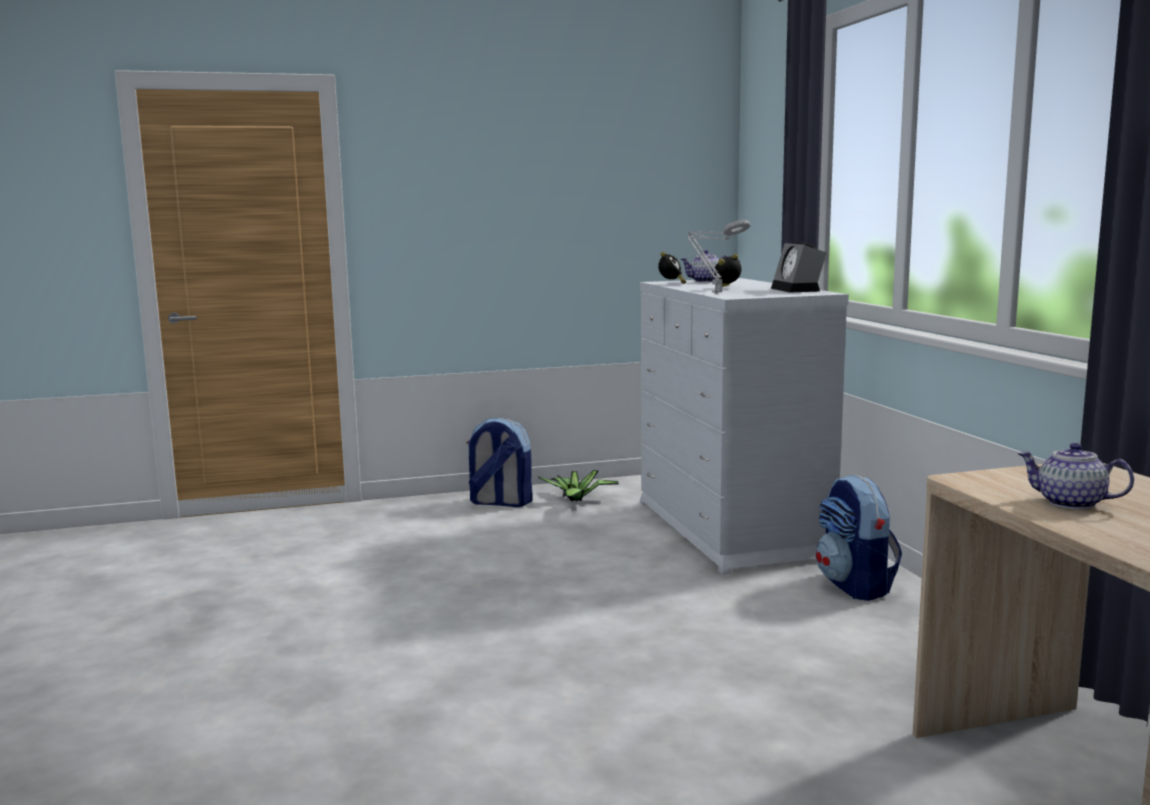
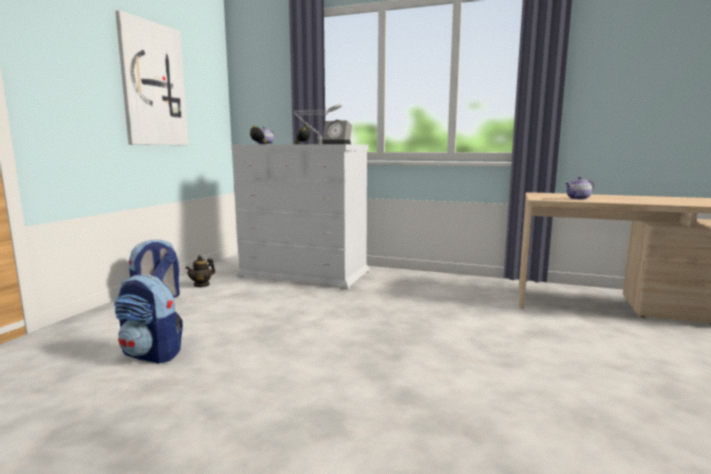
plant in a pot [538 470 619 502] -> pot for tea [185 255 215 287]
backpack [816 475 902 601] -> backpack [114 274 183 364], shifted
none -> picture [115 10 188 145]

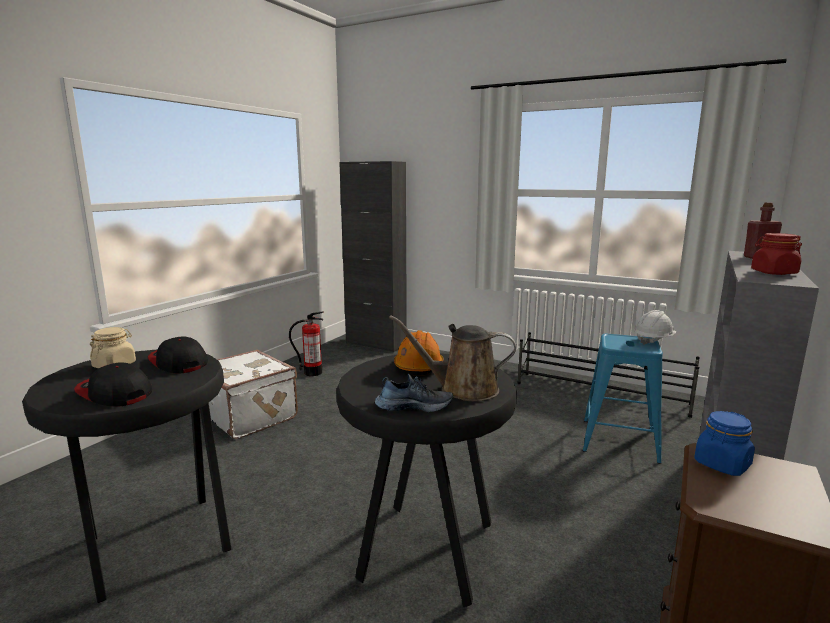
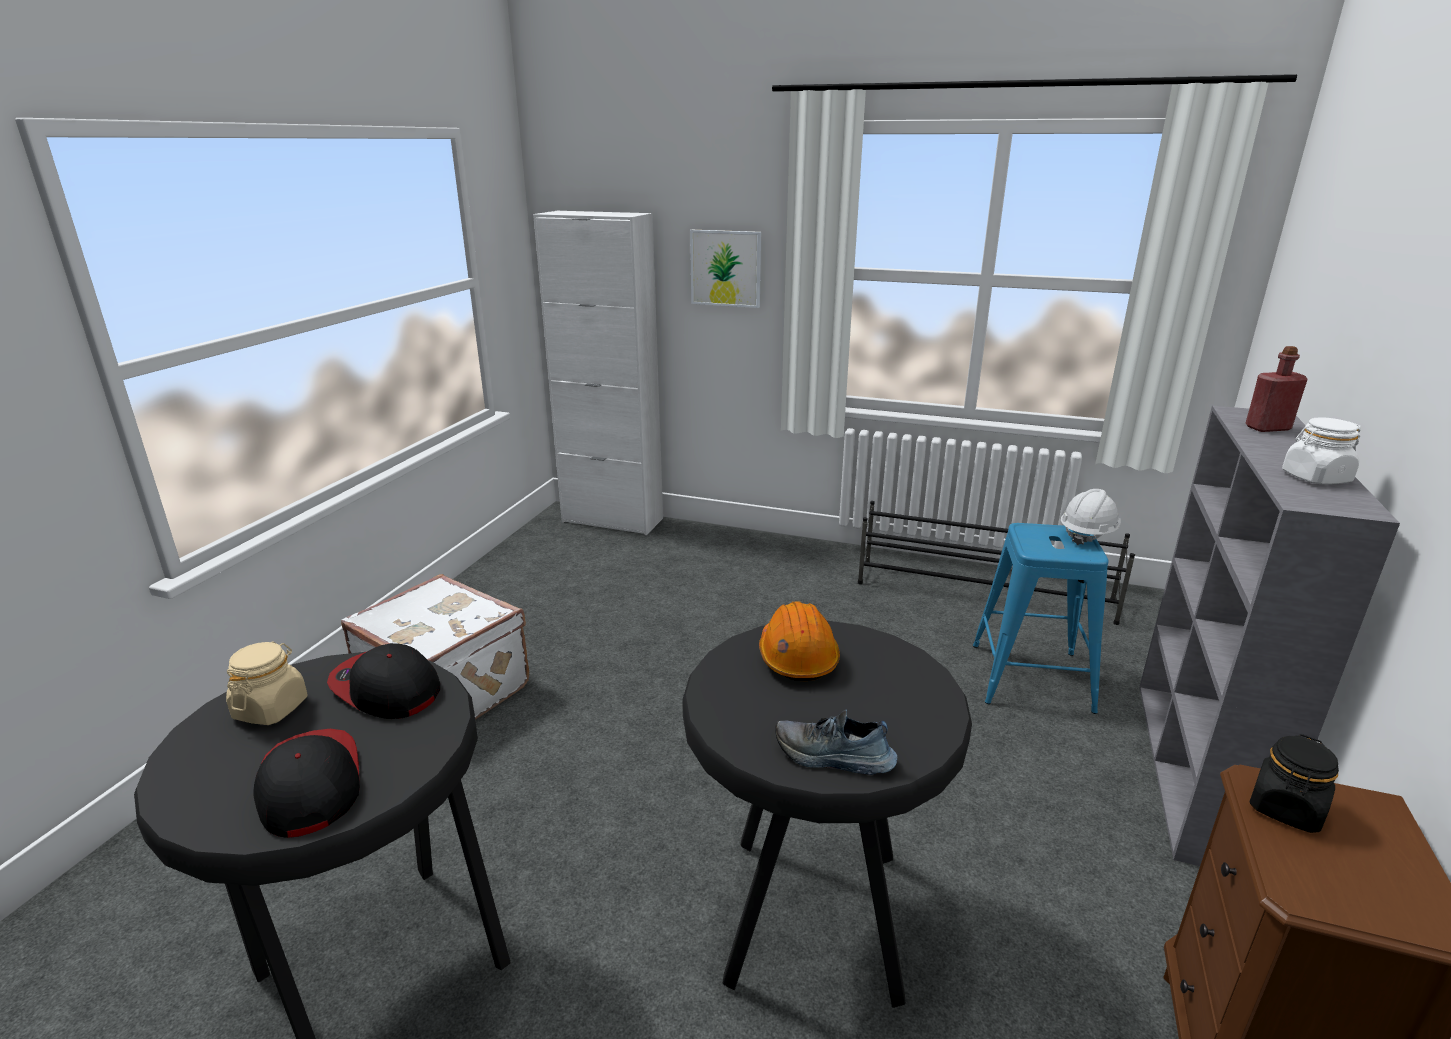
blackish storage cabinet [339 161 407 352] -> white-coloured storage cabinet [533 211 663 535]
red storage jar [751 233 802 275] -> white-coloured storage jar [1282 417 1361 485]
fire extinguisher [289 311 324 376] -> none
brownish sprinkling can [389 315 516 401] -> none
cap [74 362 152 407] -> cap [253 729 360 838], 45 degrees clockwise
low shoe [375 374 453 412] -> low shoe [775 709 898 775], 150 degrees counterclockwise
bluish storage jar [694 411 755 476] -> blackish storage jar [1249 734 1339 833]
none -> picture [690 230 761 308]

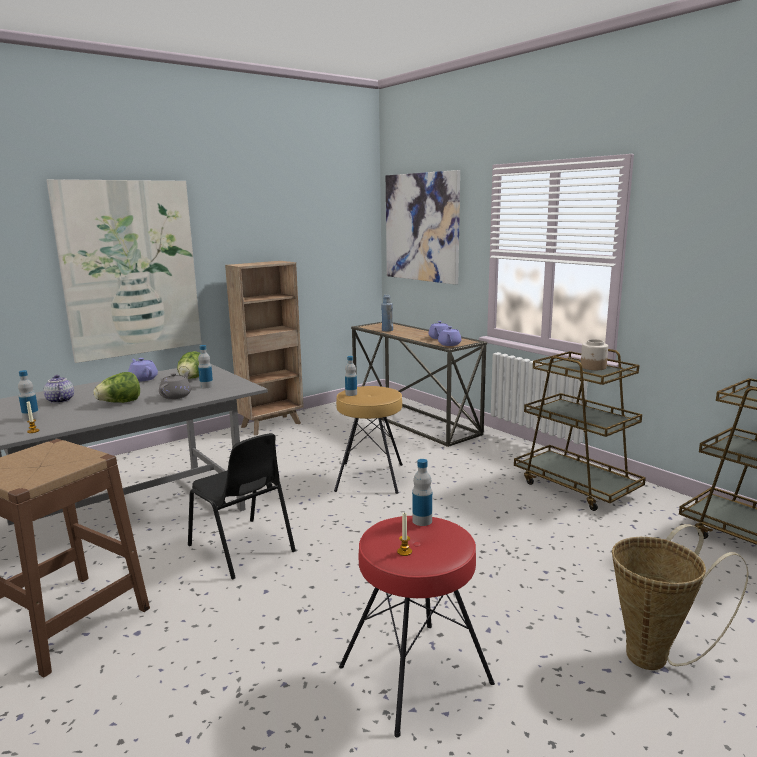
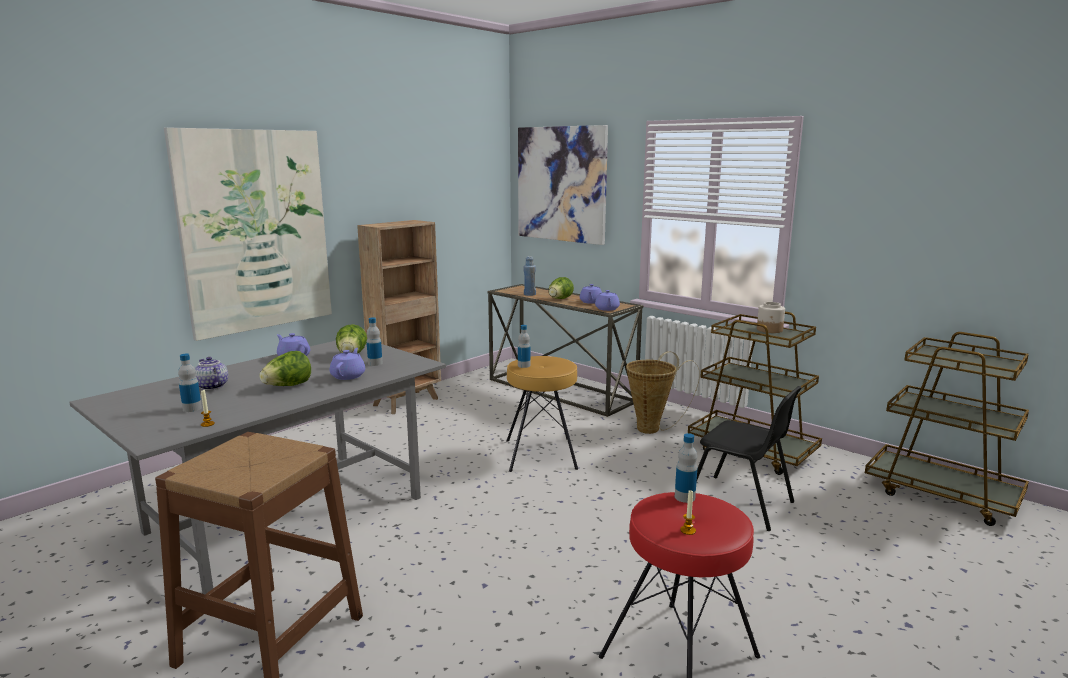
greyish pot for tea [159 372 191 399] -> purple-coloured pot for tea [330 348 365 380]
blackish plain chair [188 433 296 579] -> blackish plain chair [697 386 802 531], shifted
storage basket [612 524 749 670] -> storage basket [626 351 700 434], shifted
none -> lettuce [549 277 574 299]

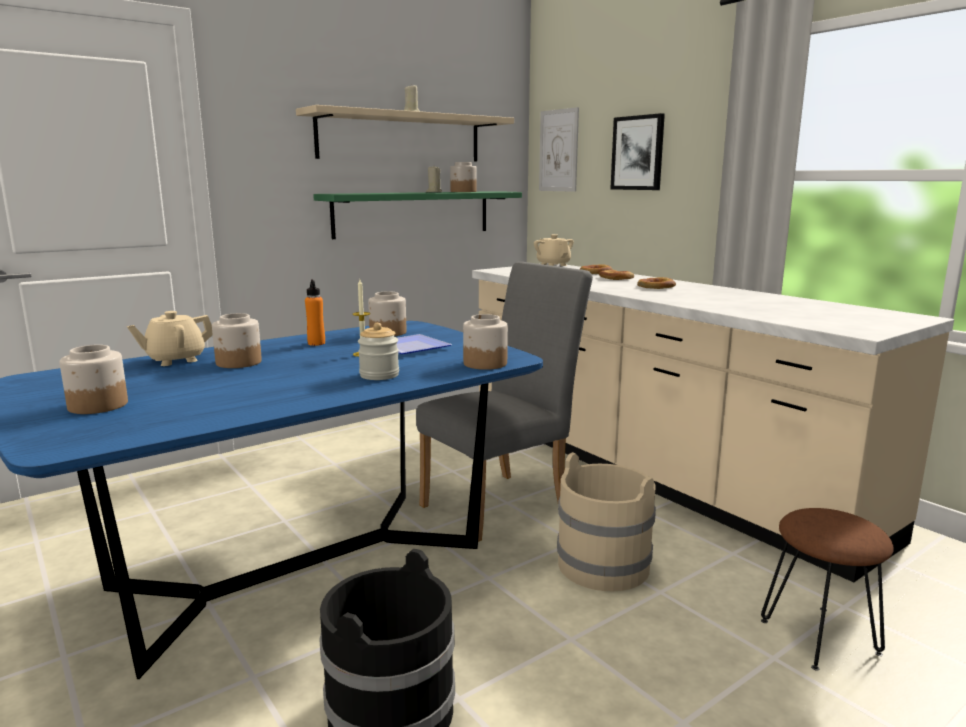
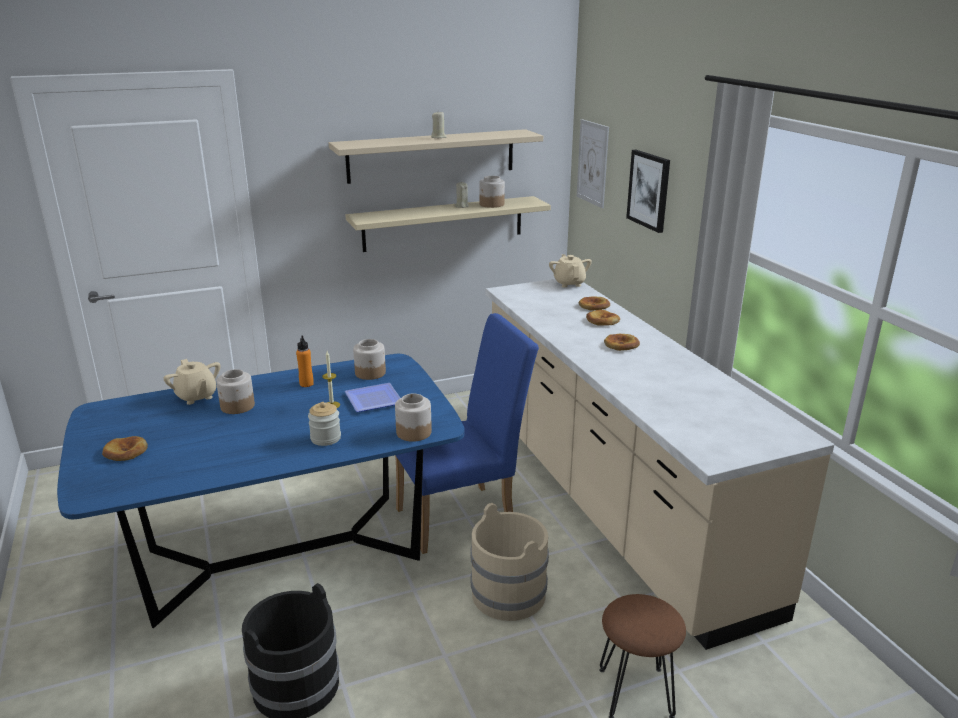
green-coloured bracket shelf [313 191 522 239] -> sand-coloured bracket shelf [346 196 551 252]
greyish plain chair [416 262 593 542] -> bluish plain chair [395 313 539 554]
sand-coloured pot for tea [127 311 213 366] -> sand-coloured pot for tea [163 359 221 405], 105 degrees counterclockwise
storage jar [60 345 128 414] -> bread [102 436 148 461]

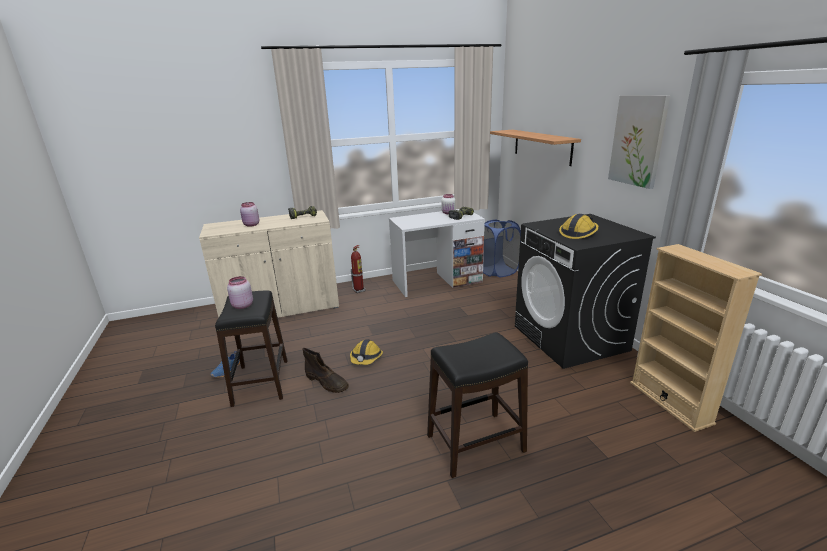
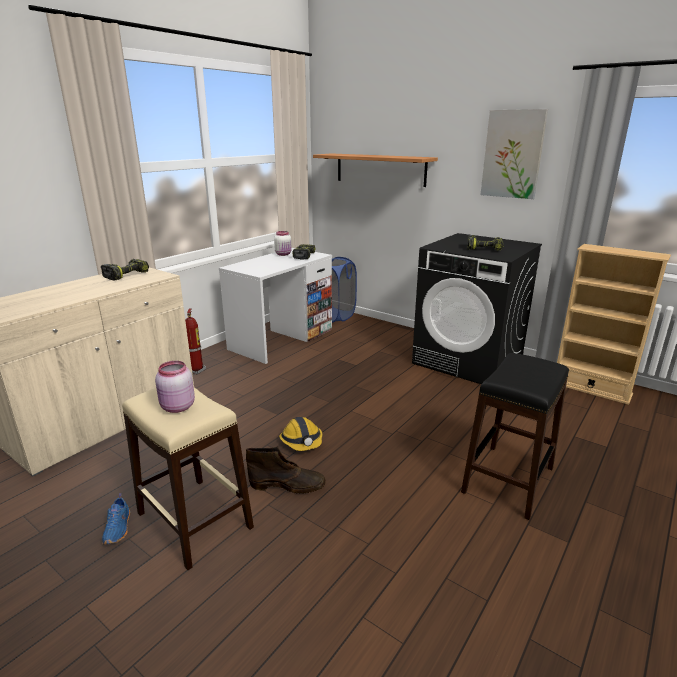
pink storage jar [240 202 259 227] -> none
hard hat [559 214 599 239] -> power drill [467 235 504 251]
blackish stool seat [215 290 288 407] -> sand-coloured stool seat [122 387 254 570]

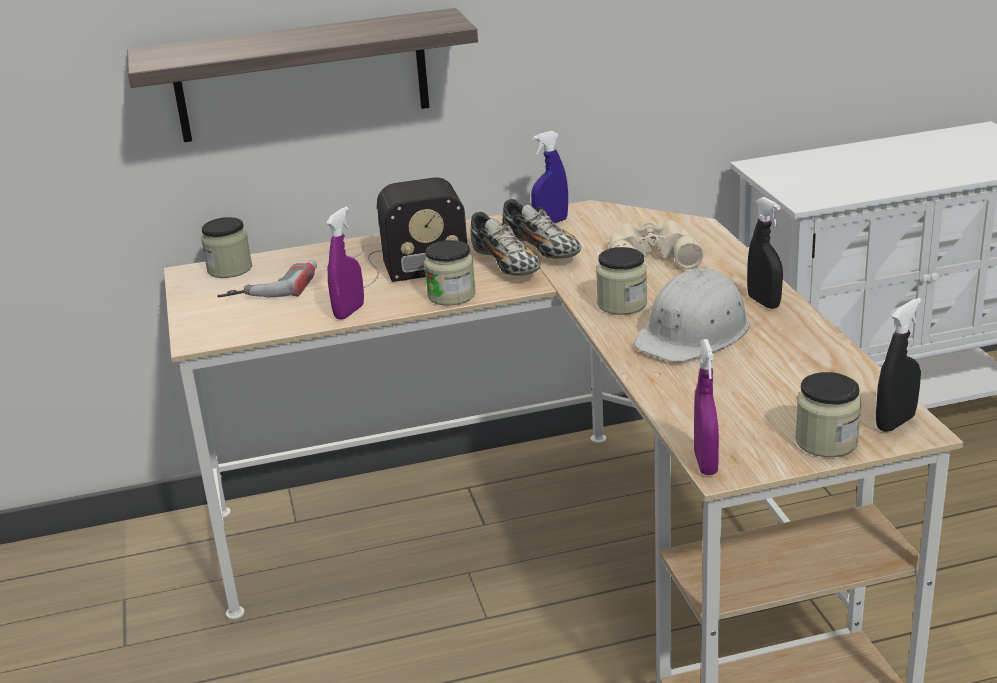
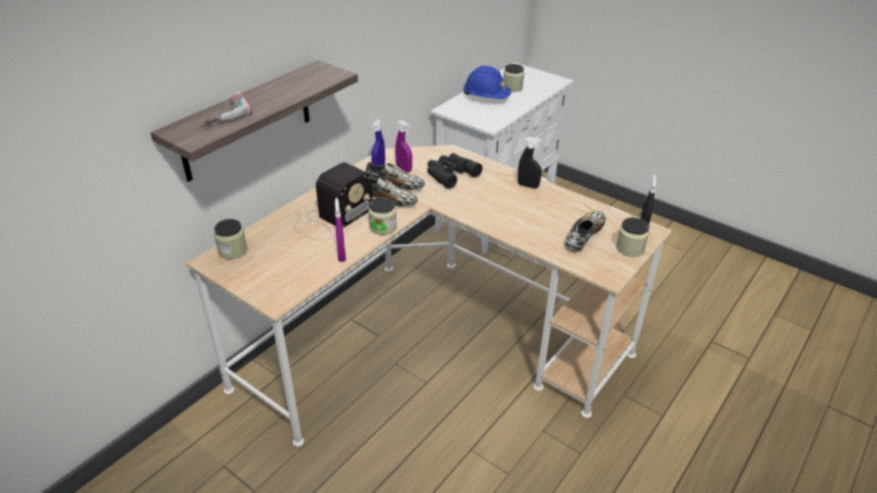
sand-coloured pair of binoculars [609 220 704 269] -> blackish pair of binoculars [427 153 483 189]
storage jar [596 247 647 315] -> storage jar [503 64 524 92], shifted
power drill [217 260 317 298] -> power drill [200 92 252 127], shifted
white-coloured hard hat [634 268 750 362] -> none
purple-coloured hand sprayer [694 339 719 475] -> purple-coloured hand sprayer [395 120 412 172], shifted
none -> bluish hard hat [463 66 511 99]
none -> low shoe [565 211 606 252]

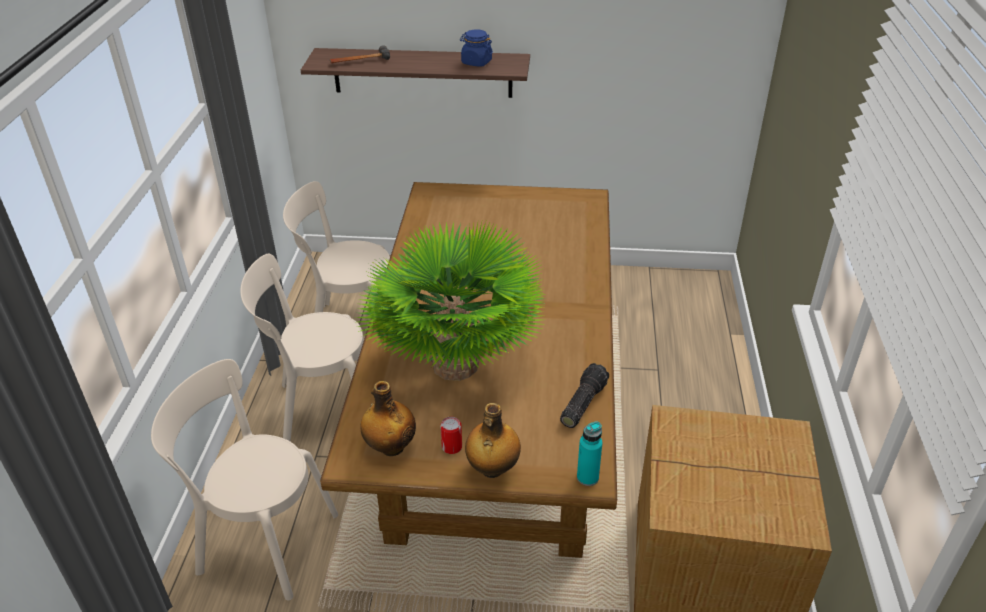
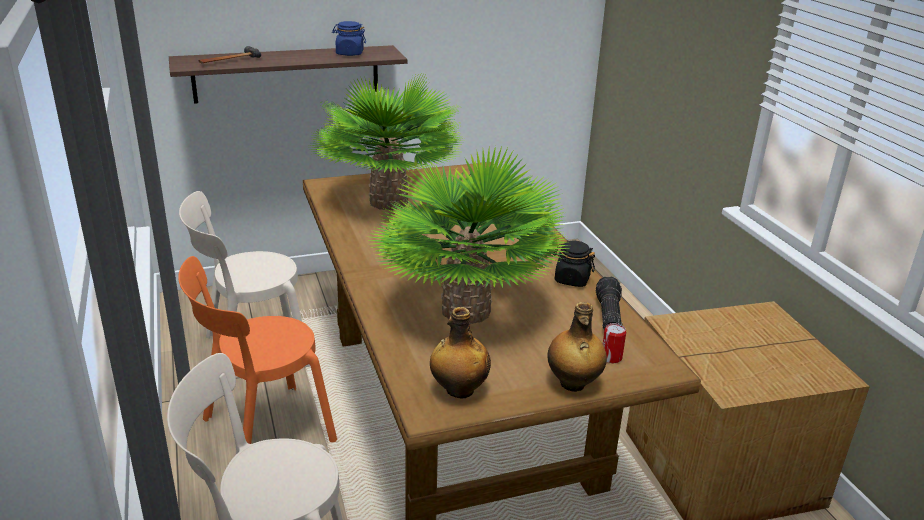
sand-coloured plain chair [240 254 364 442] -> orangey plain chair [178 256 337 444]
metal can [440 417 462 454] -> metal can [603 323 626 363], shifted
turquoise drink bottle [577 421 602 486] -> none
none -> plant in a pot [308 75 466 210]
none -> blackish storage jar [553 241 595 287]

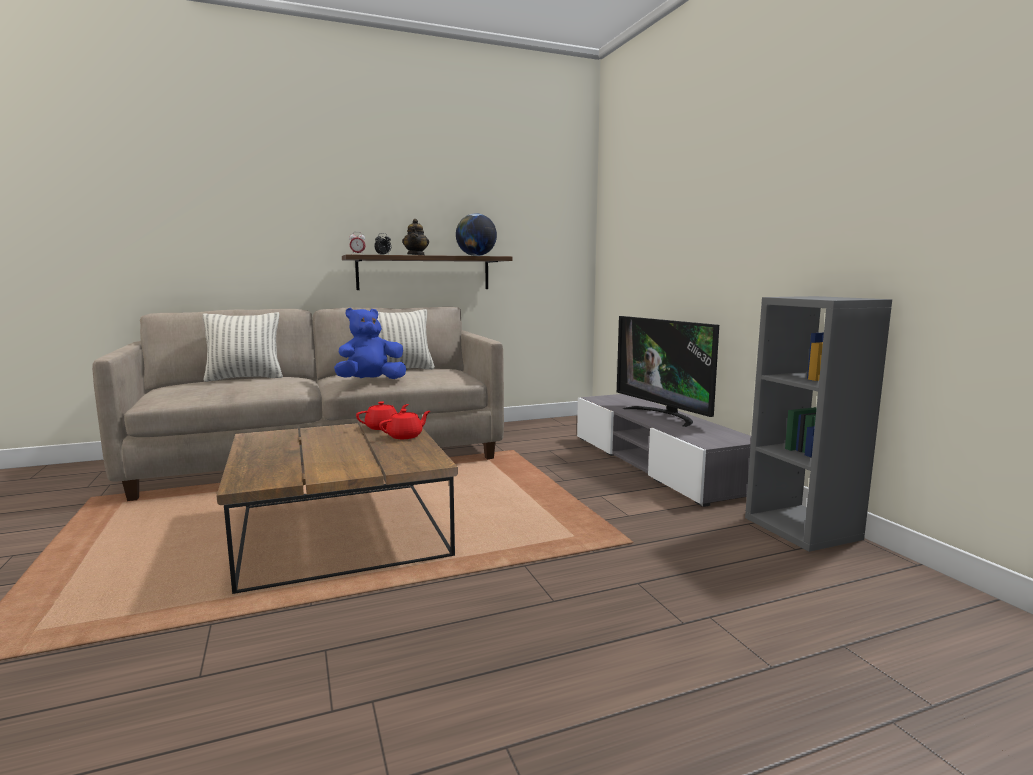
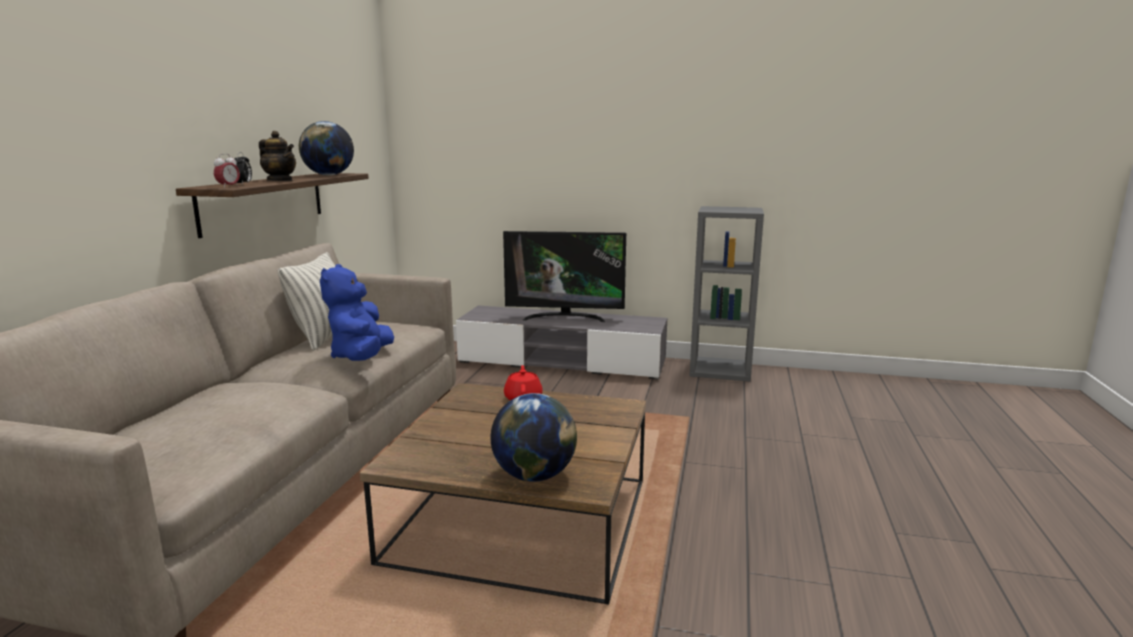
cushion [203 312 283 382] -> none
red pot for tea [356 401 409 430] -> none
none -> globe [490 393 577 482]

